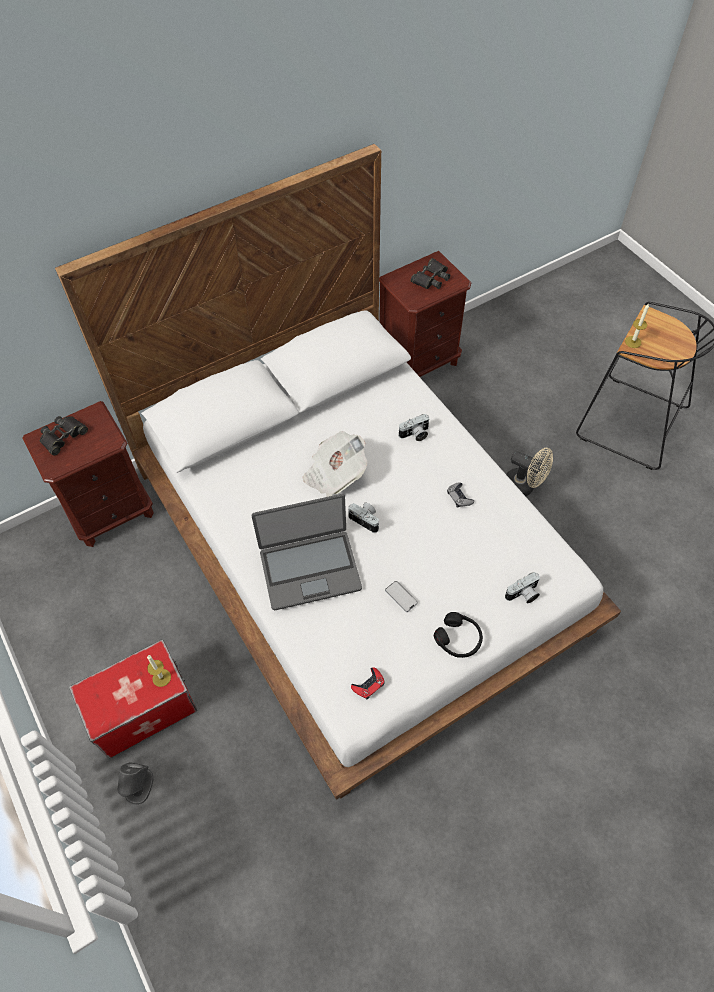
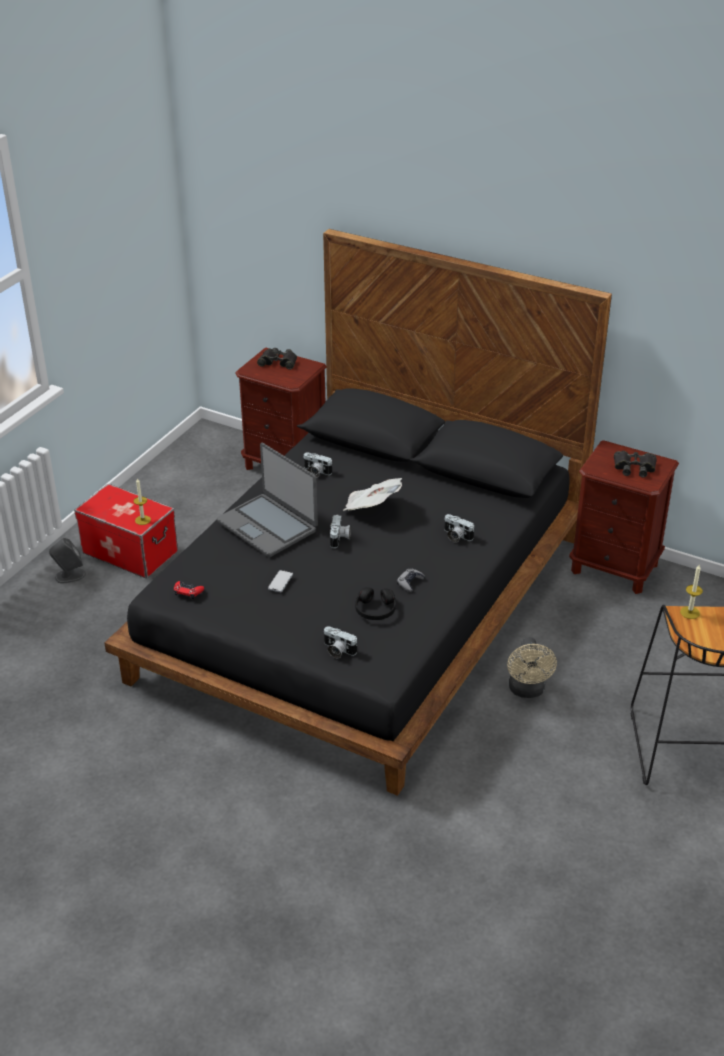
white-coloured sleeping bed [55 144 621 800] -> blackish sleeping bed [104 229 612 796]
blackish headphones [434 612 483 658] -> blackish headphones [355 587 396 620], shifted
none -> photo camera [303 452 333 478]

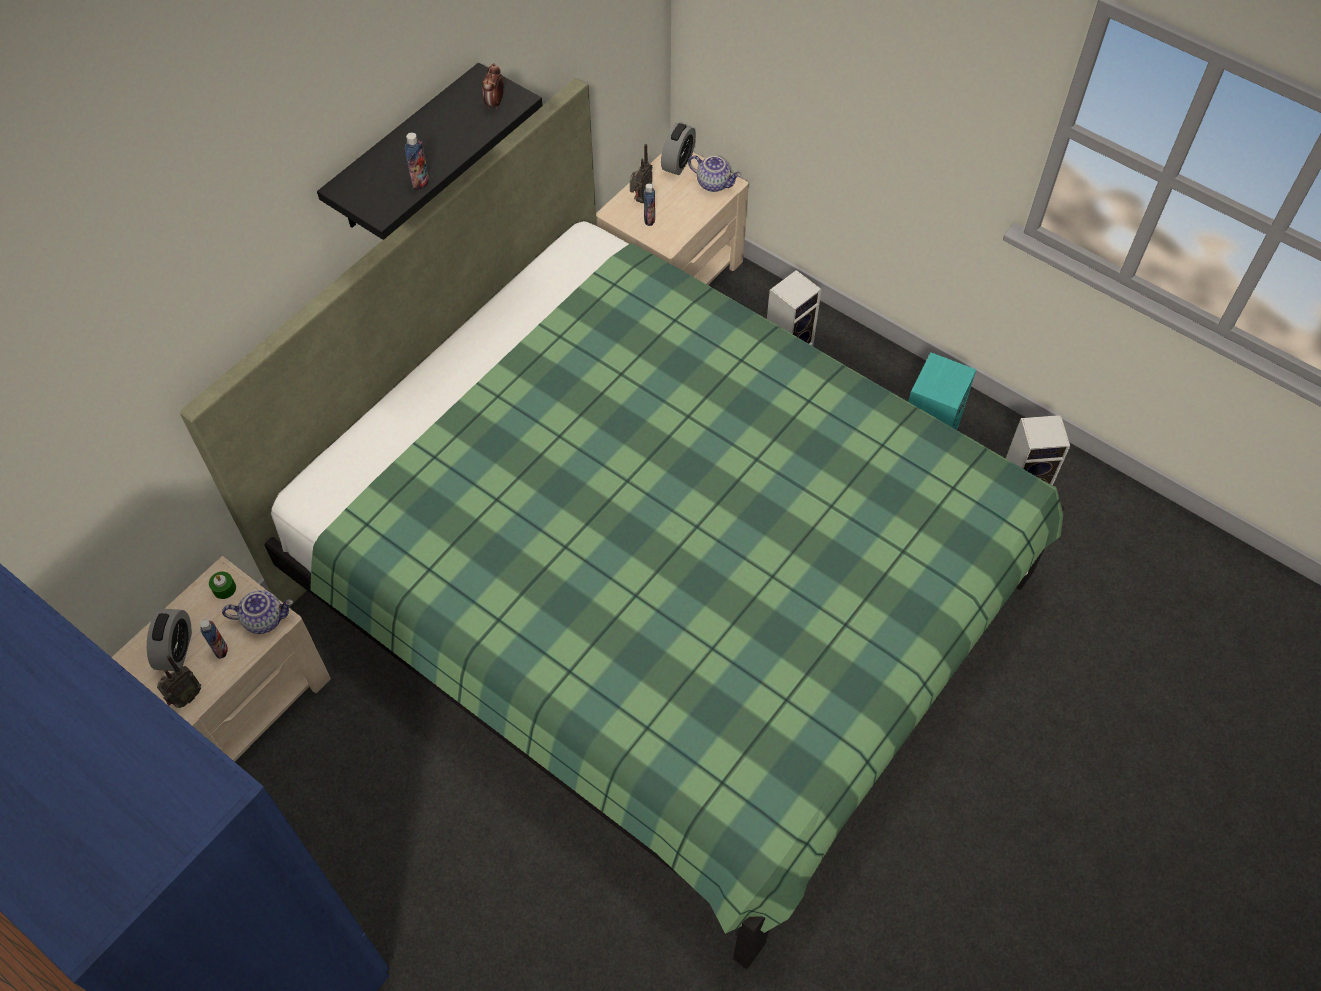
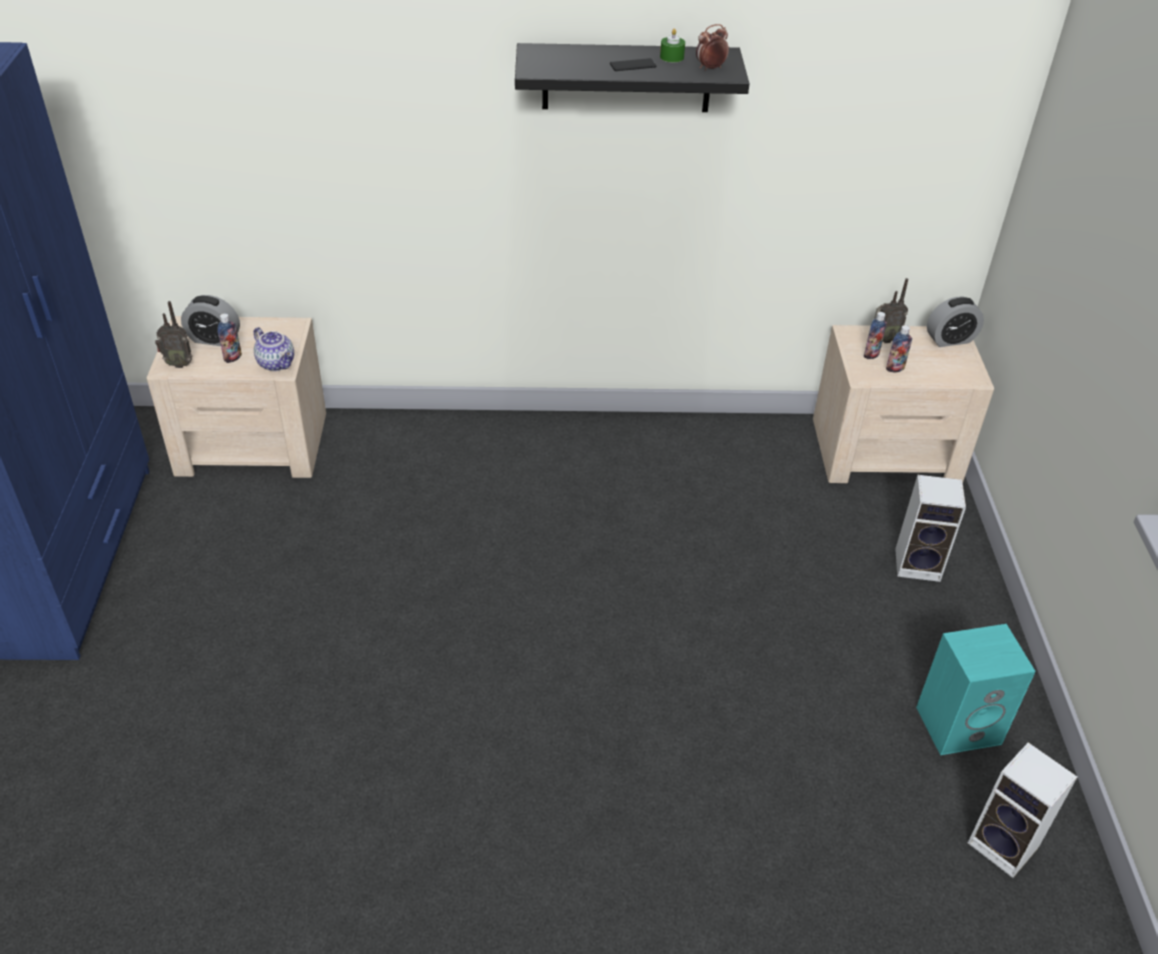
green-coloured sleeping bed [180 78 1064 969] -> none
drink bottle [405 133 429 191] -> drink bottle [886 325 912 372], shifted
pot for tea [688 155 741 192] -> none
green-coloured candle [209 572 236 599] -> green-coloured candle [660 29 685 62], shifted
bedside clock [147 609 192 671] -> bedside clock [181 295 240 346], 45 degrees clockwise
none -> handset [610 58 656 71]

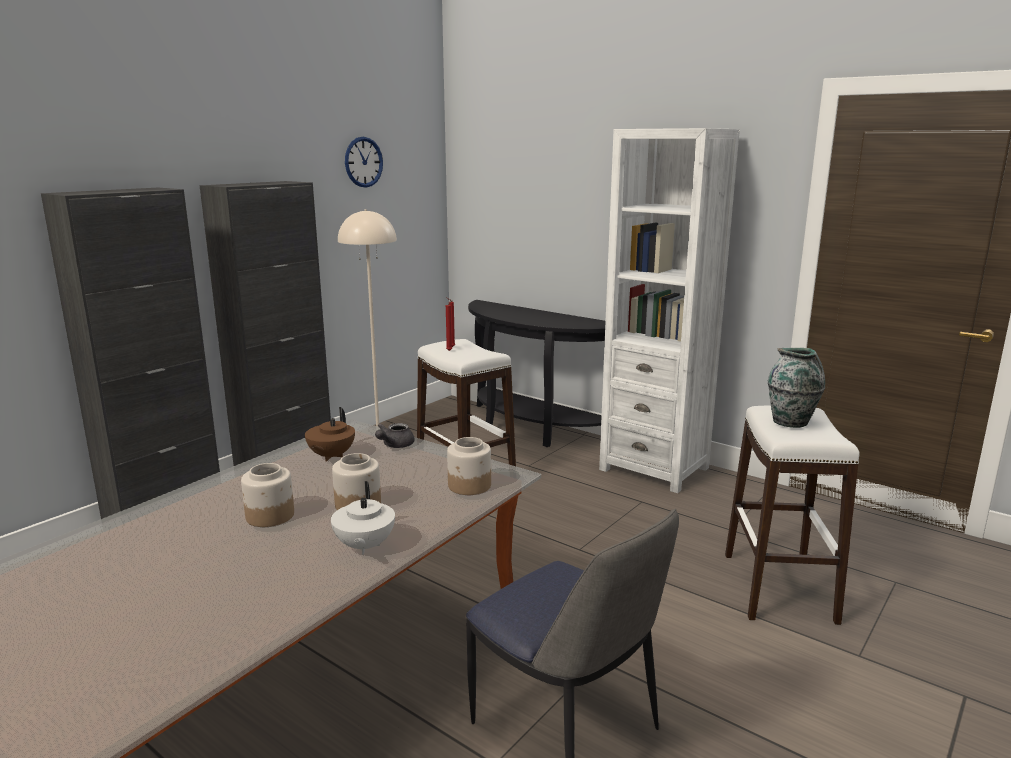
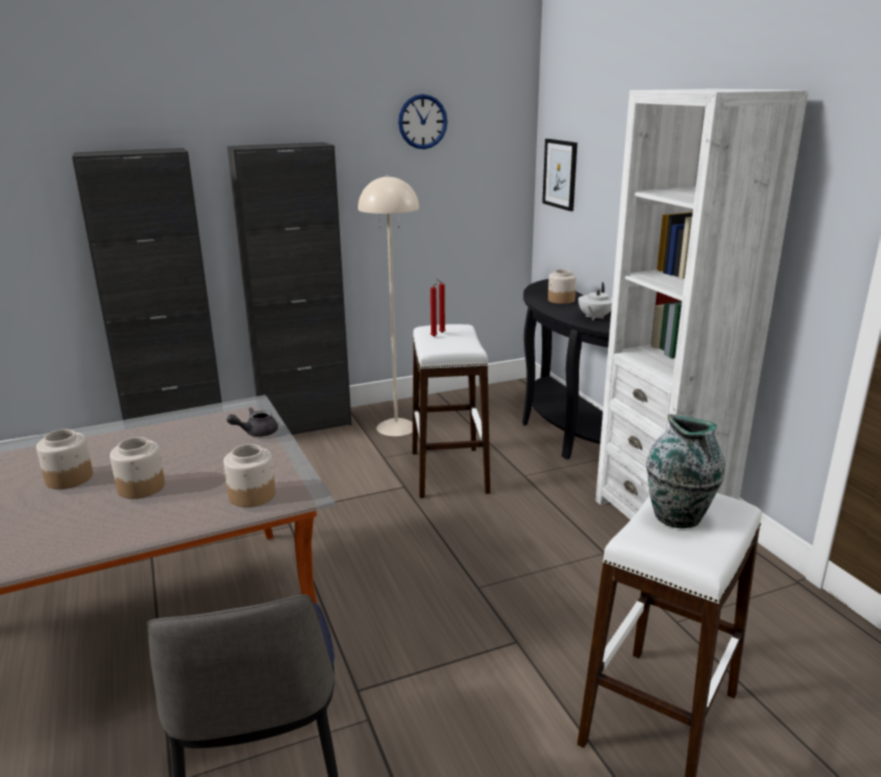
brownish pot for tea [305 407 355 461] -> none
white-coloured pot for tea [331 481 395 555] -> white-coloured pot for tea [578 282 612 320], shifted
none -> picture [542 139 577 211]
none -> storage jar [548 269 576 304]

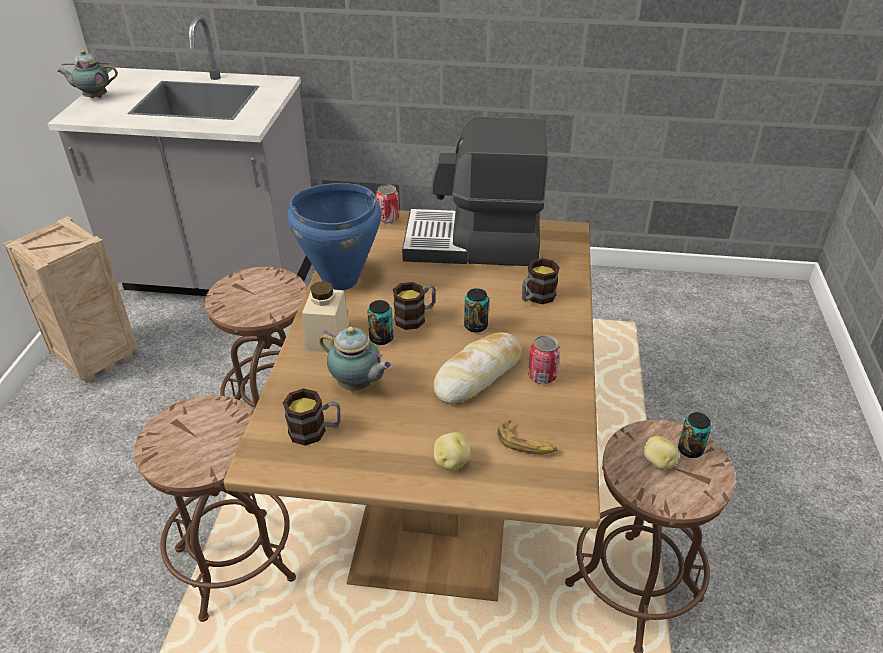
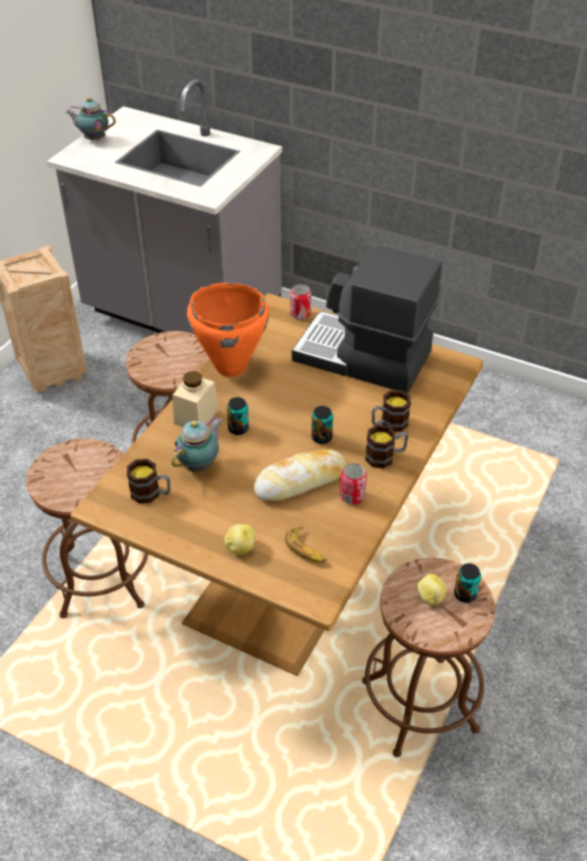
bluish stockpot [287 183 381 290] -> orangey stockpot [187 283 269 377]
tea mug [393 282 436 330] -> tea mug [365 425 408 468], shifted
pot for tea [319 327 392 391] -> pot for tea [171 417 222 472], 105 degrees counterclockwise

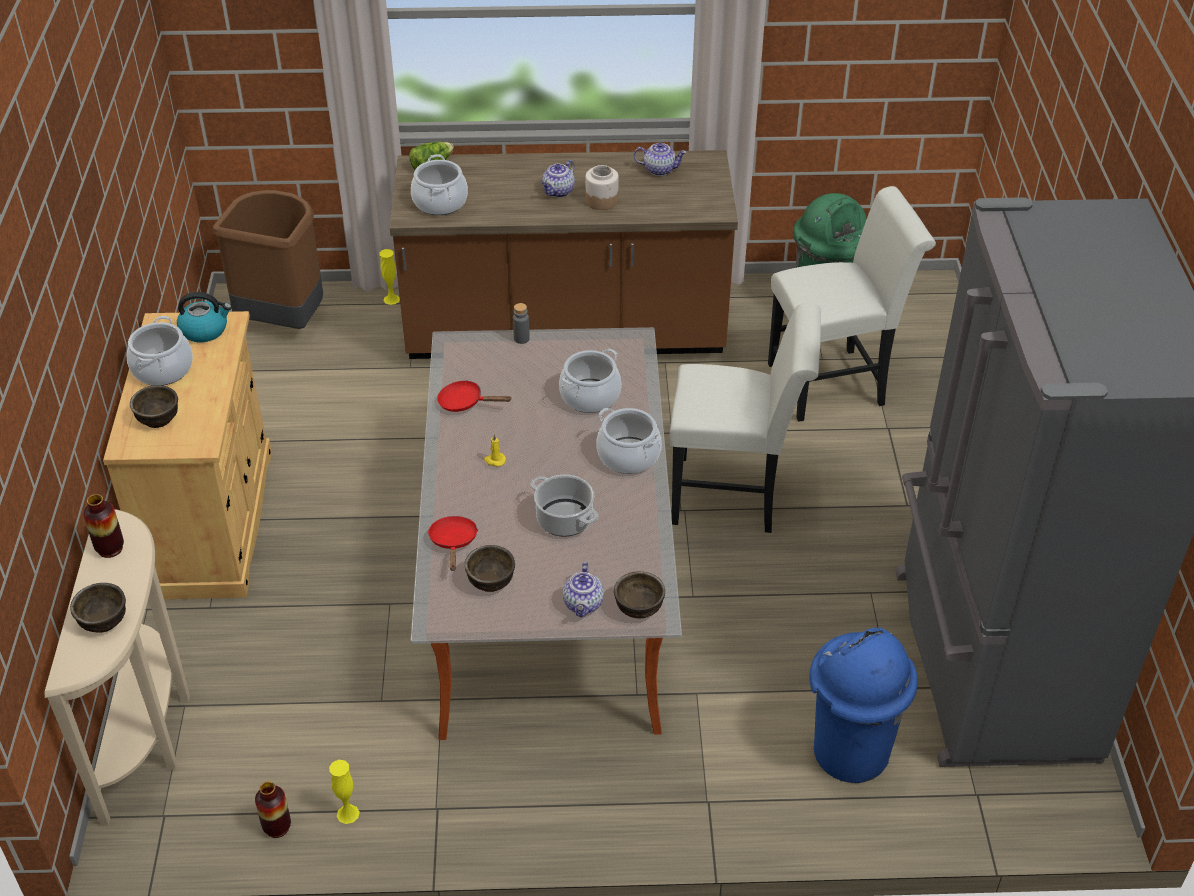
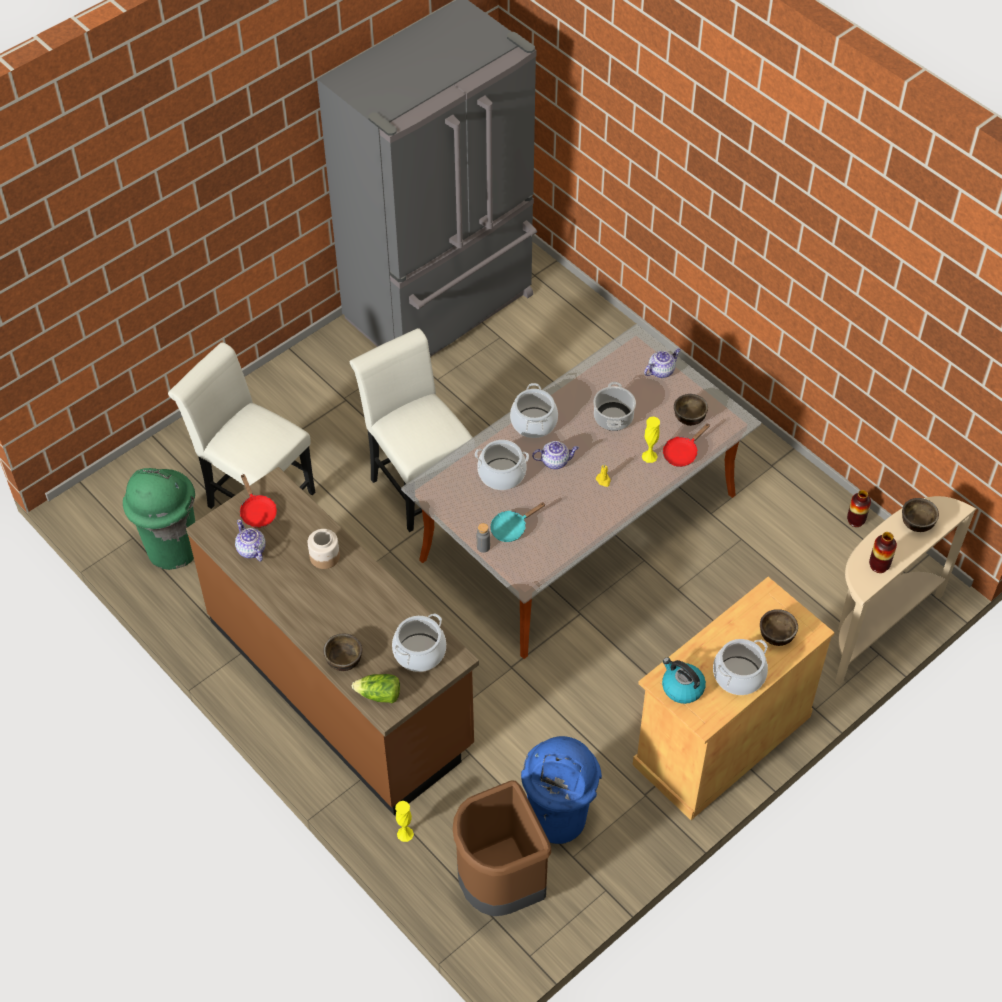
pot for tea [542 160 575 197] -> pot for tea [532 441 579 469], shifted
red pan [437 380 511 412] -> red pan [240 474 277 528], shifted
brownish bowl [614 571 665 618] -> brownish bowl [323 634 362 671], shifted
bluish rubbish bin [809 628 918 783] -> bluish rubbish bin [521 736 602 844], shifted
yellow flower vase [329 760 360 824] -> yellow flower vase [642 417 660 463], shifted
none -> turquoise pan [490 502 546 542]

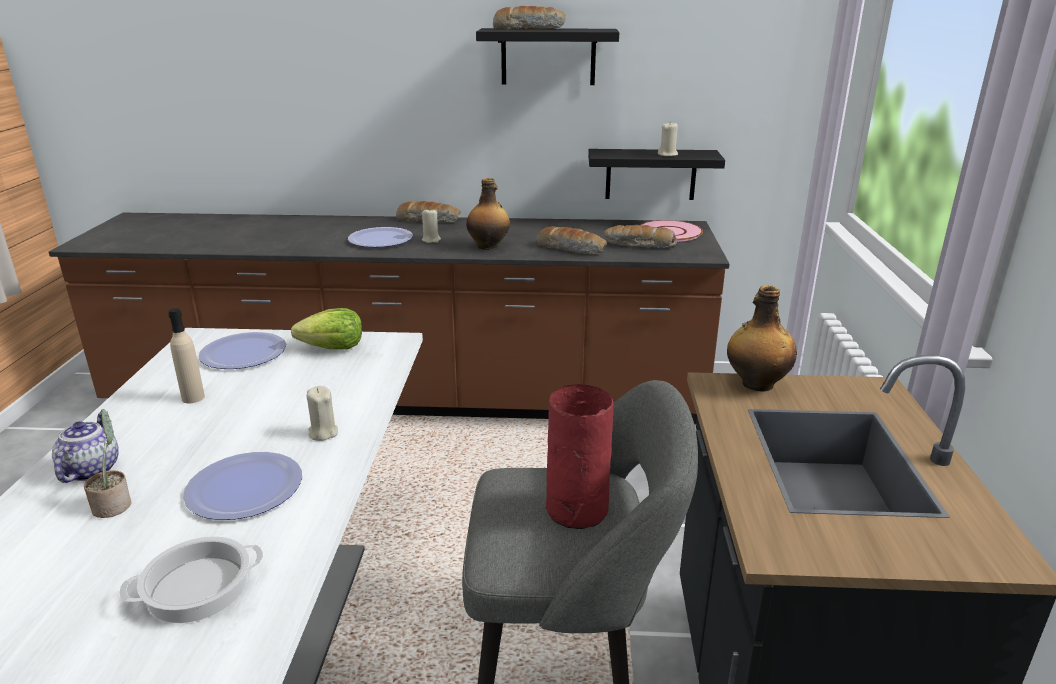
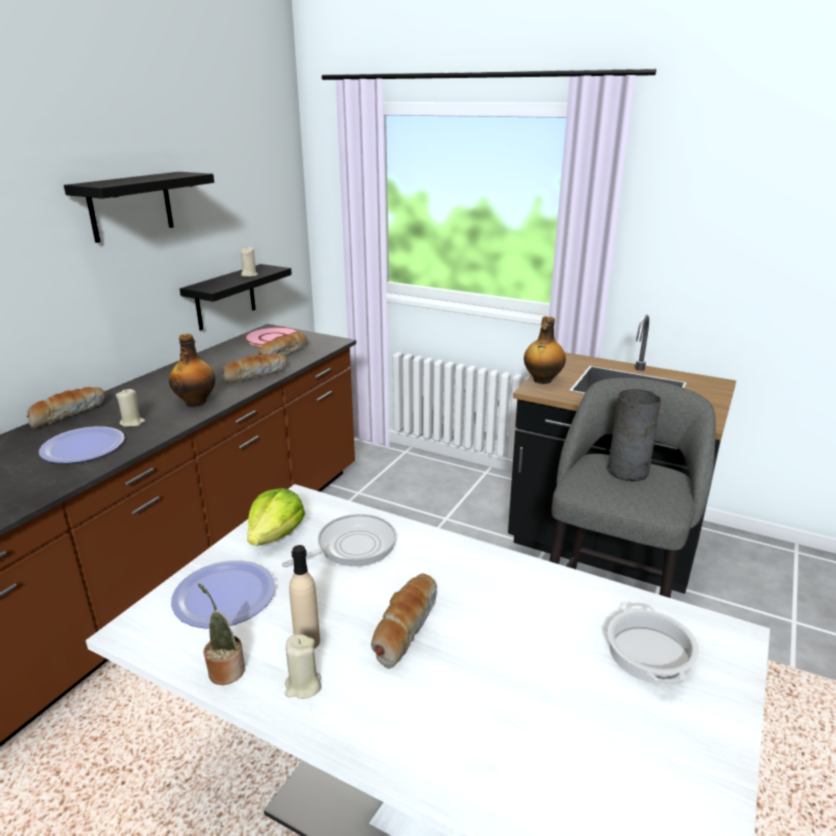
bread [493 6 566 29] -> bread [371 574 437 669], shifted
red flower vase [546 384 613 529] -> greyish flower vase [607 389 661 481]
sand-coloured candle [306 386 338 441] -> sand-coloured candle [285 634 322 699], shifted
plant in a pot [84 409 131 518] -> plant in a pot [198 583 245 685], shifted
pot for tea [52 412 119 483] -> none
plate [183 452 302 520] -> none
none -> pan [282 514 397 568]

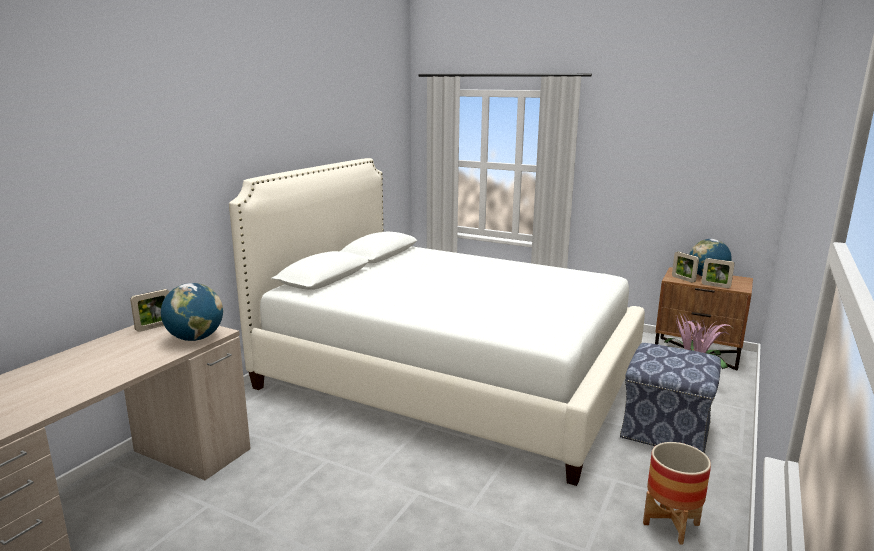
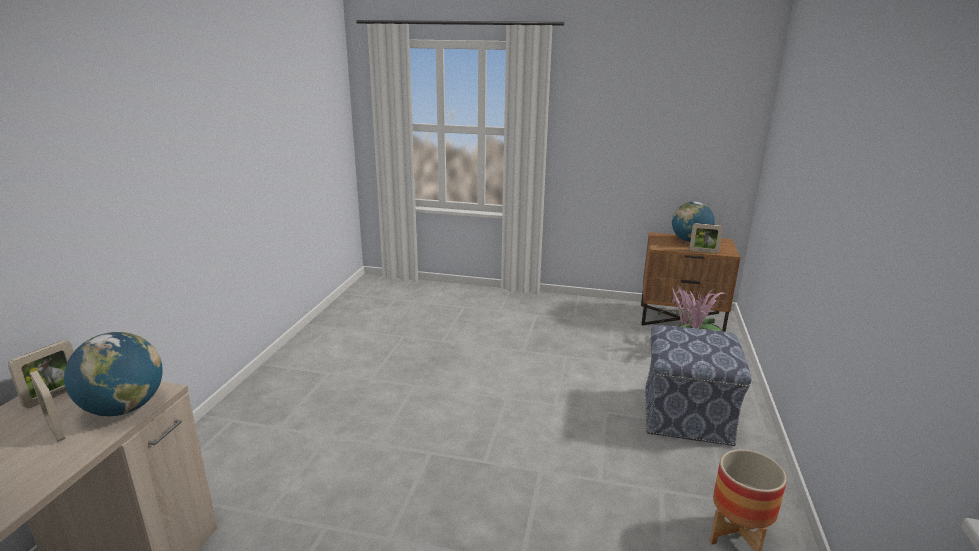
white-coloured sleeping bed [229 158 645 486] -> none
picture frame [672 252 699 283] -> picture frame [30 370 65 442], shifted

